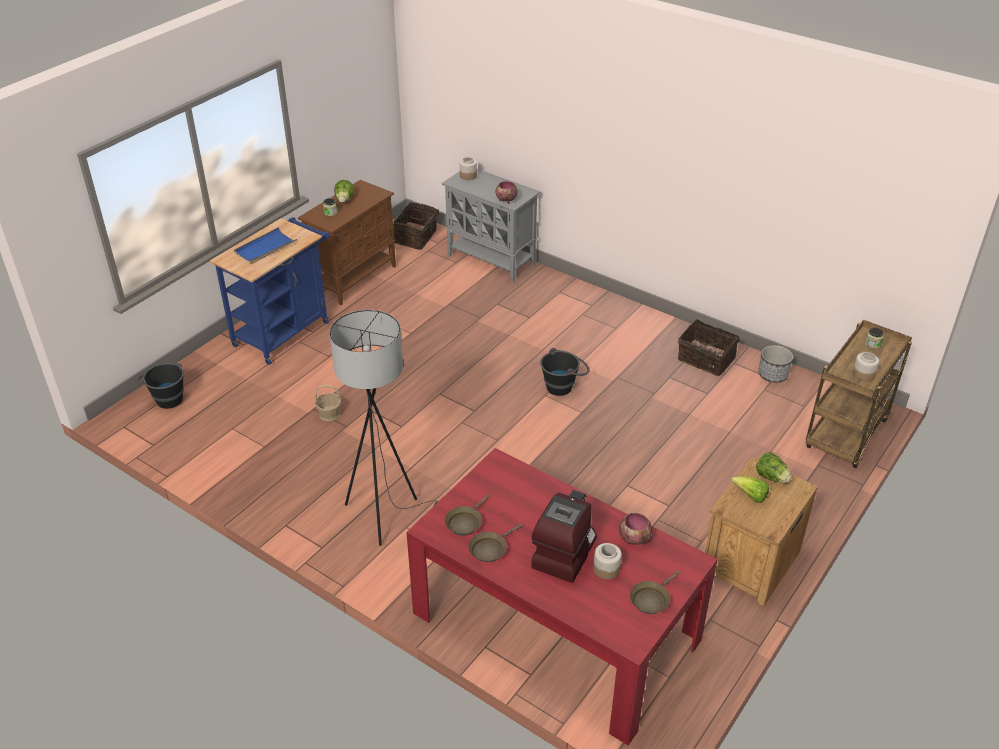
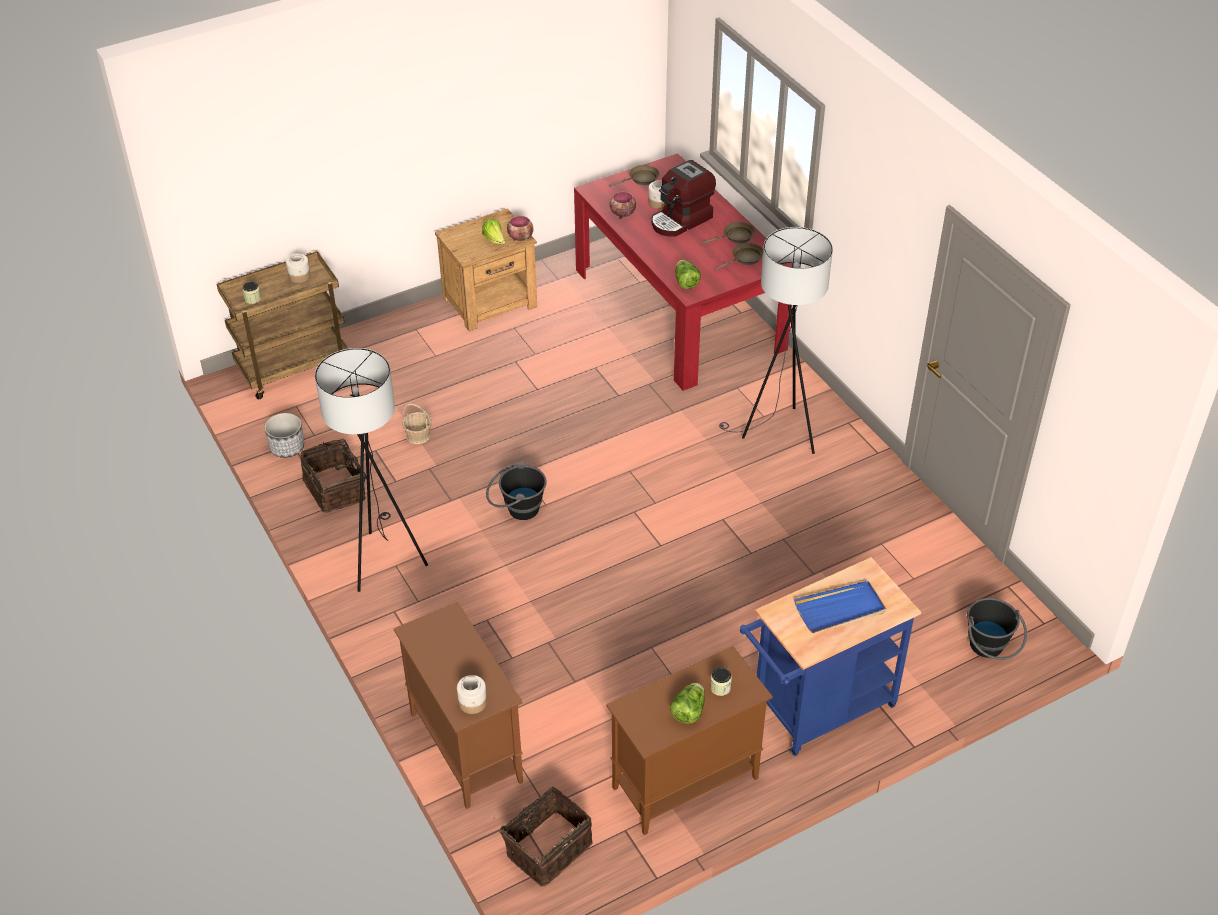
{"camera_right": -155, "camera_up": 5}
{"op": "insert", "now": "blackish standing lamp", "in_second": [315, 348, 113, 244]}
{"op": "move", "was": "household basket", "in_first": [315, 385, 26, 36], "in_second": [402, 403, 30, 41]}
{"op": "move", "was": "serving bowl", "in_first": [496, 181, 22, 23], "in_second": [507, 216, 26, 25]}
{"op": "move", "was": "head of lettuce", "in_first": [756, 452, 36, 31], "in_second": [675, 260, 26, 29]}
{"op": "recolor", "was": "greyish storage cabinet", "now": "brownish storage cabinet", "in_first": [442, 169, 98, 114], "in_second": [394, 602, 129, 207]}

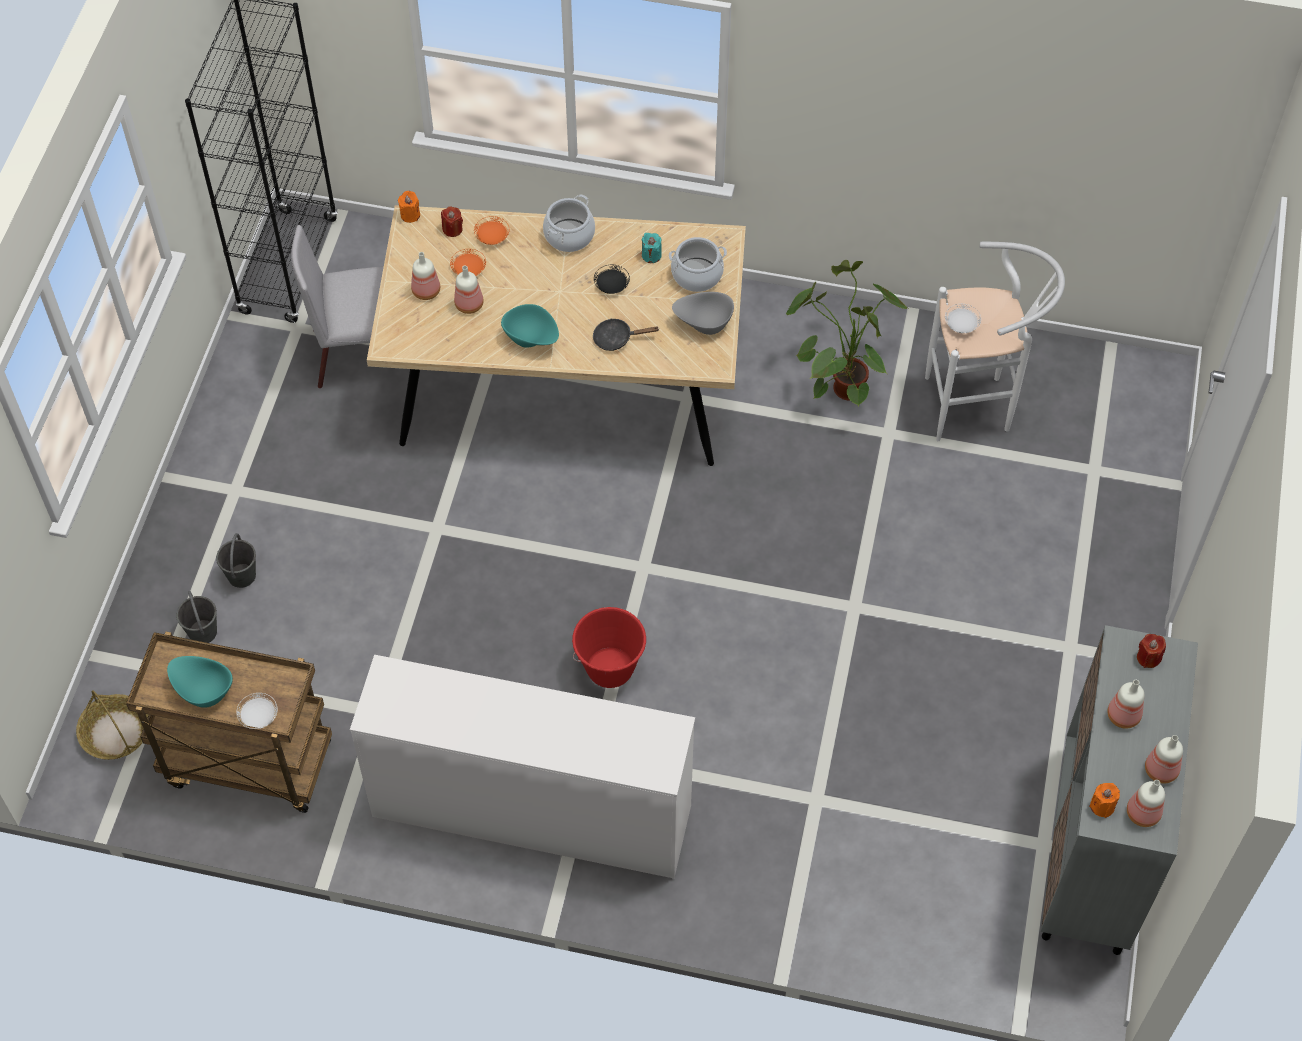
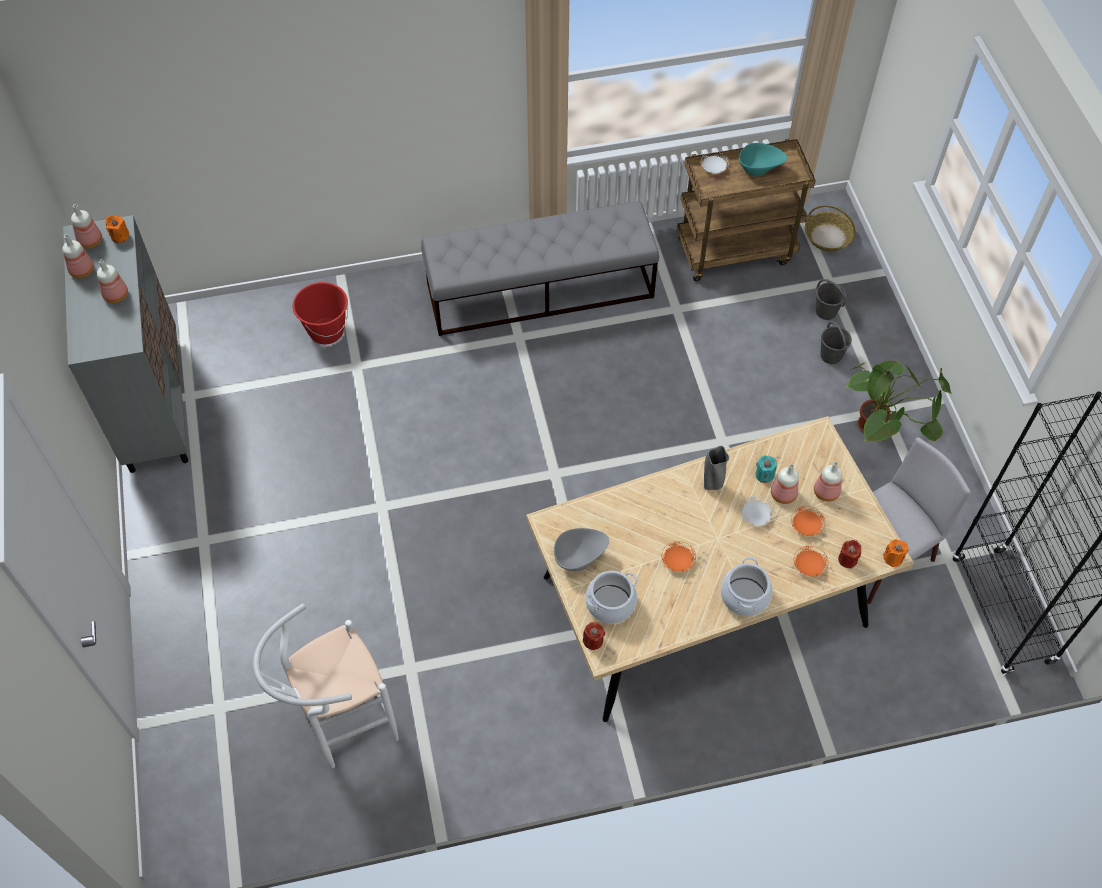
{"camera_right": 155, "camera_up": 0}
{"op": "delete", "was": "blackish pan", "in_first": [593, 318, 67, 33]}
{"op": "move", "was": "reddish water bucket", "in_first": [572, 607, 74, 81], "in_second": [293, 282, 55, 62]}
{"op": "move", "was": "blue-green candle", "in_first": [642, 233, 20, 30], "in_second": [755, 455, 22, 28]}
{"op": "move", "was": "plant in a pot", "in_first": [786, 260, 124, 146], "in_second": [845, 360, 107, 82]}
{"op": "move", "was": "whitish plate", "in_first": [945, 304, 36, 29], "in_second": [740, 496, 34, 30]}
{"op": "move", "was": "reddish candle", "in_first": [1137, 634, 29, 34], "in_second": [583, 622, 22, 28]}
{"op": "replace", "was": "whitish dresser", "now": "greyish indoor bench", "in_first": [350, 655, 345, 224], "in_second": [421, 201, 238, 135]}
{"op": "replace", "was": "blue-green serving bowl", "now": "greyish decorative vase", "in_first": [501, 304, 58, 44], "in_second": [704, 446, 25, 44]}
{"op": "recolor", "was": "blackish plate", "now": "orange-coloured plate", "in_first": [594, 265, 36, 29], "in_second": [662, 541, 34, 31]}

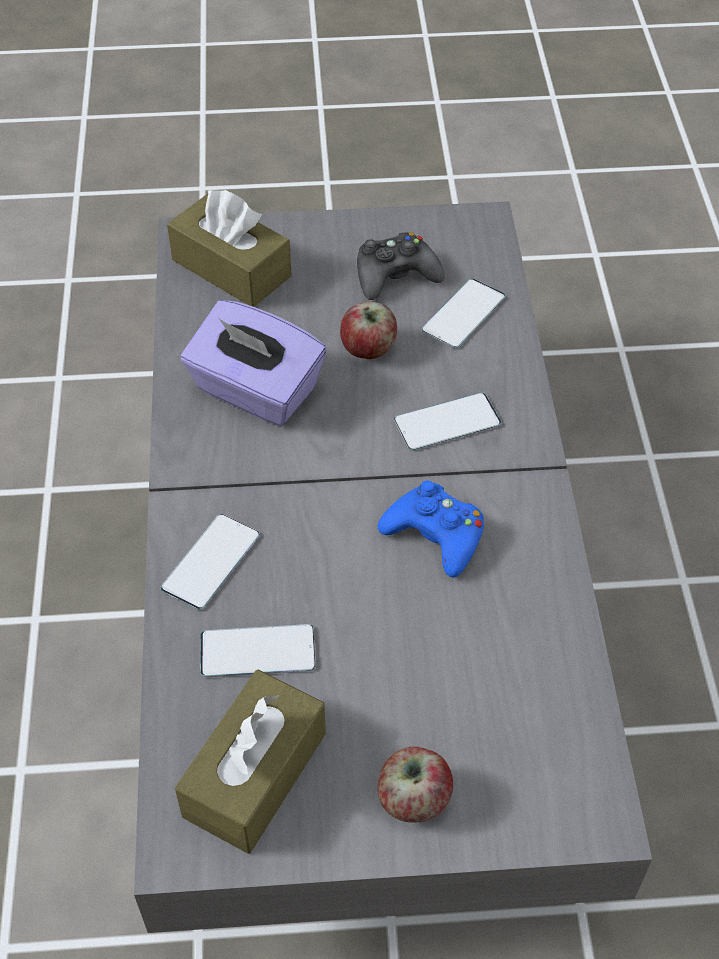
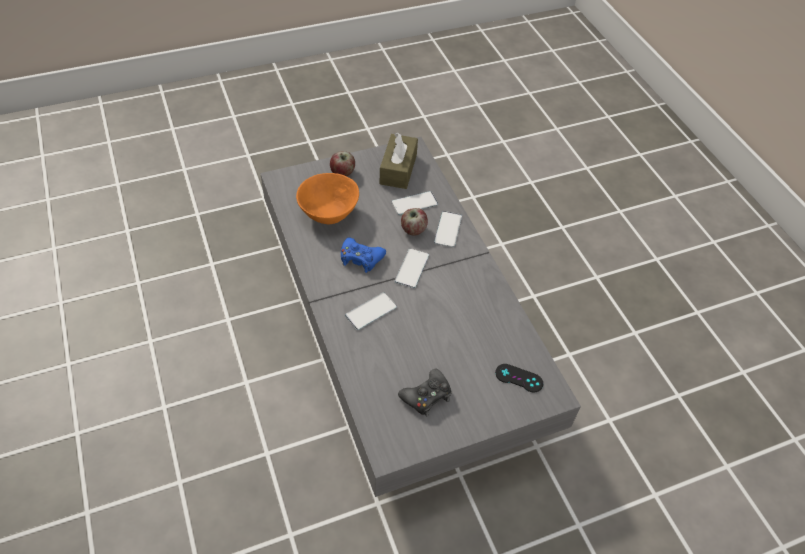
{"camera_right": 160, "camera_up": 0}
{"op": "delete", "was": "purplish tissue holder", "in_first": [181, 300, 145, 126]}
{"op": "insert", "now": "orange-coloured serving bowl", "in_second": [296, 173, 63, 51]}
{"op": "move", "was": "apple fruit", "in_first": [340, 302, 57, 57], "in_second": [401, 208, 27, 28]}
{"op": "move", "was": "handset", "in_first": [421, 278, 84, 70], "in_second": [395, 248, 34, 40]}
{"op": "replace", "was": "brownish tissue holder", "now": "blackish game controller", "in_first": [167, 190, 125, 117], "in_second": [495, 364, 48, 28]}

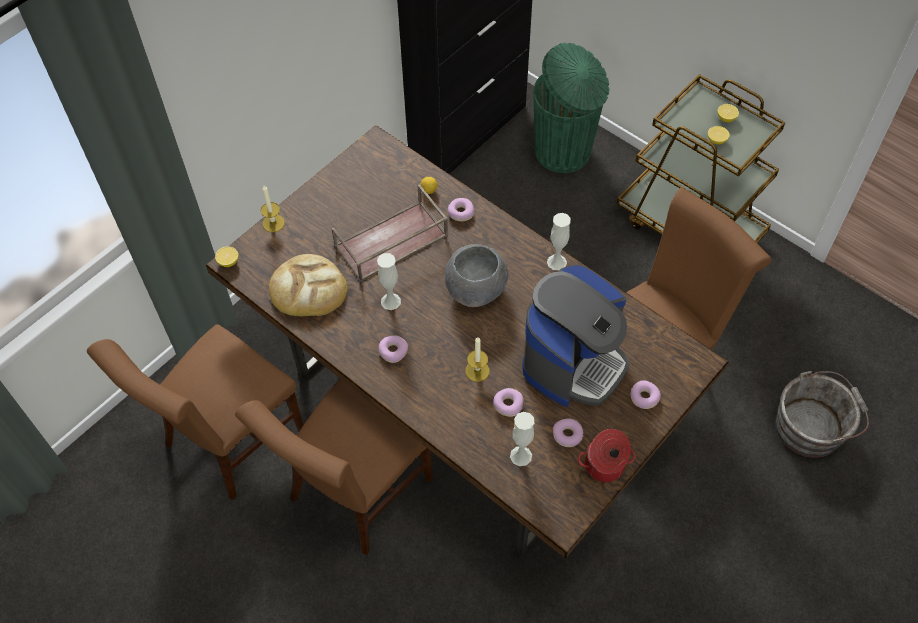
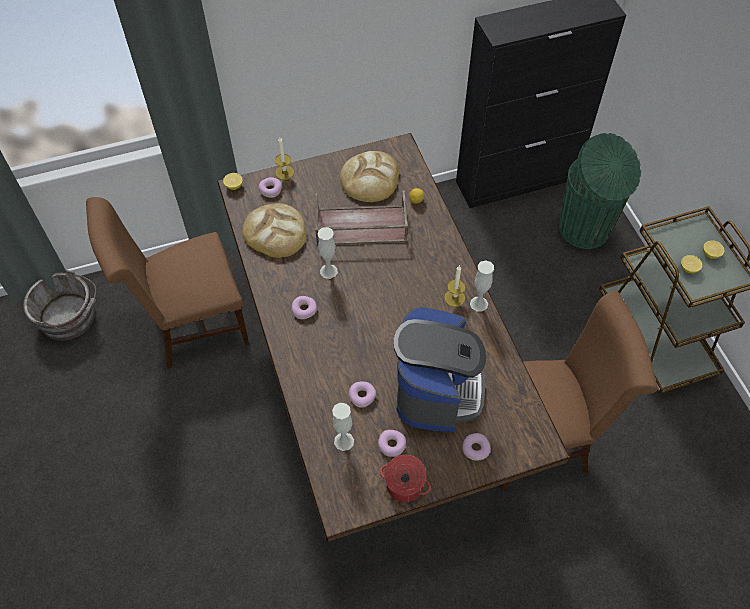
{"camera_right": 30, "camera_up": 0}
{"op": "delete", "was": "brownish chair", "in_first": [235, 379, 198, 176]}
{"op": "delete", "was": "greyish serving bowl", "in_first": [445, 244, 64, 63]}
{"op": "insert", "now": "baked bread", "in_second": [340, 151, 59, 51]}
{"op": "move", "was": "doughnut", "in_first": [448, 198, 27, 23], "in_second": [258, 177, 24, 21]}
{"op": "move", "was": "candle", "in_first": [465, 337, 25, 45], "in_second": [444, 265, 22, 42]}
{"op": "move", "was": "greyish water bucket", "in_first": [775, 371, 94, 87], "in_second": [23, 269, 73, 72]}
{"op": "rotate", "was": "coffee brewer", "in_first": [522, 265, 108, 142], "in_second": [394, 307, 92, 125], "clockwise": -60}

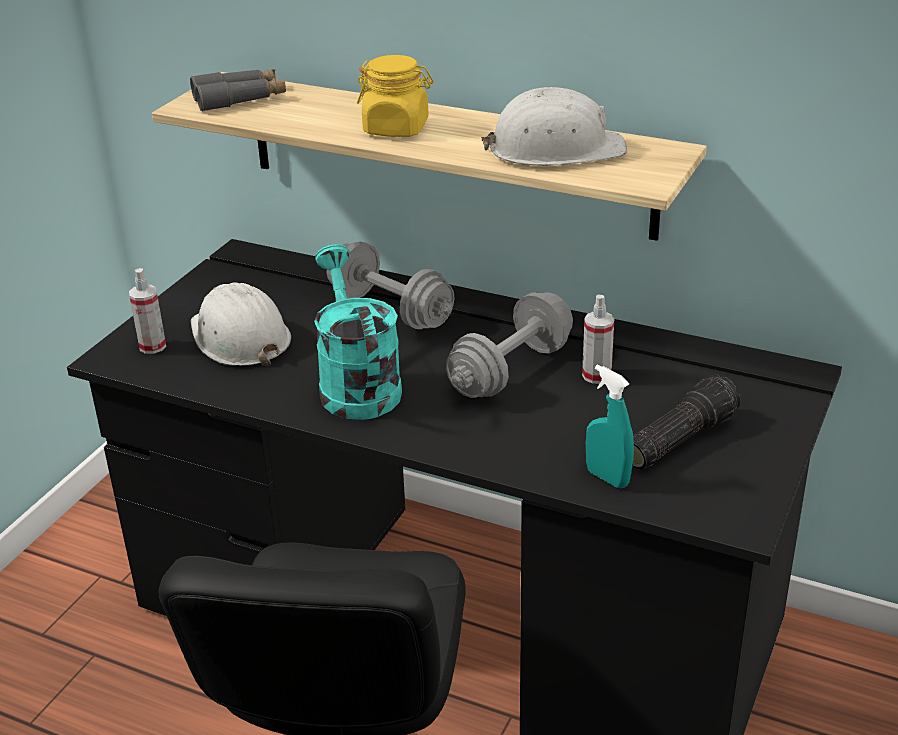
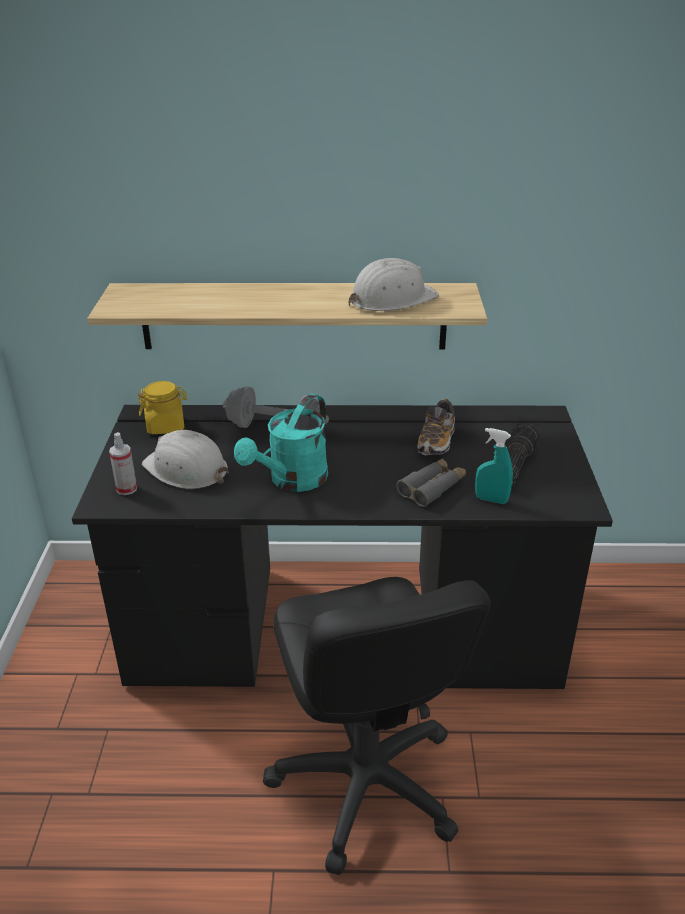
{"camera_right": -25, "camera_up": 0}
{"op": "delete", "was": "greyish dumbbell", "in_first": [446, 292, 127, 106]}
{"op": "move", "was": "greyish pair of binoculars", "in_first": [190, 69, 96, 43], "in_second": [396, 458, 70, 49]}
{"op": "move", "was": "yellowish jar", "in_first": [357, 55, 77, 82], "in_second": [138, 381, 49, 53]}
{"op": "replace", "was": "hand sprayer", "now": "low shoe", "in_first": [582, 294, 32, 90], "in_second": [417, 399, 38, 56]}
{"op": "rotate", "was": "blue-green sprinkling can", "in_first": [314, 244, 88, 176], "in_second": [234, 394, 94, 98], "clockwise": -105}

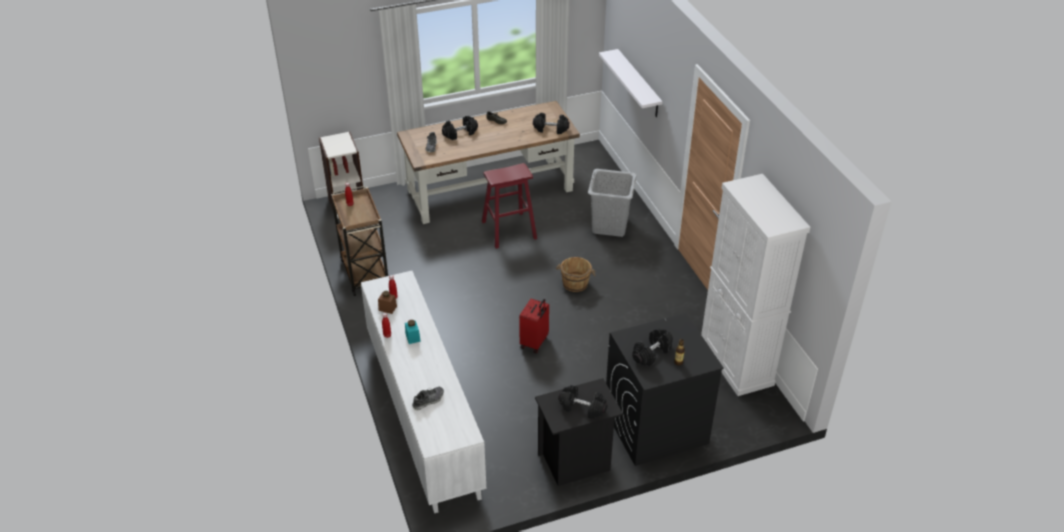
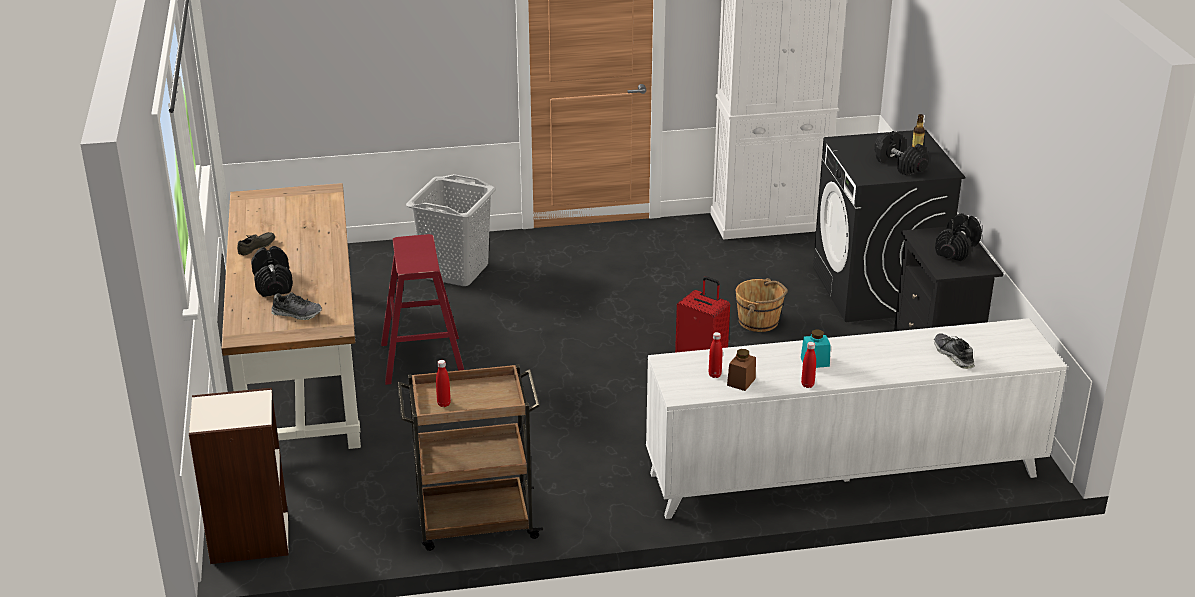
{"camera_right": -80, "camera_up": -10}
{"op": "delete", "was": "blackish dumbbell", "in_first": [533, 113, 36, 21]}
{"op": "delete", "was": "whitish bracket shelf", "in_first": [599, 49, 64, 68]}
{"op": "move", "was": "brownish water bucket", "in_first": [556, 257, 40, 35], "in_second": [736, 278, 52, 54]}

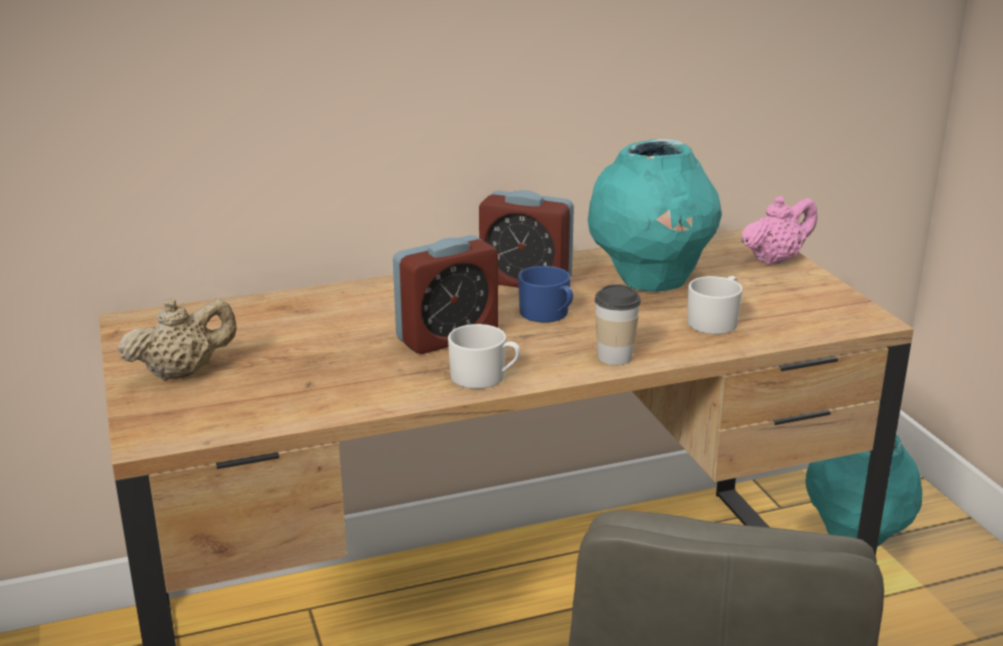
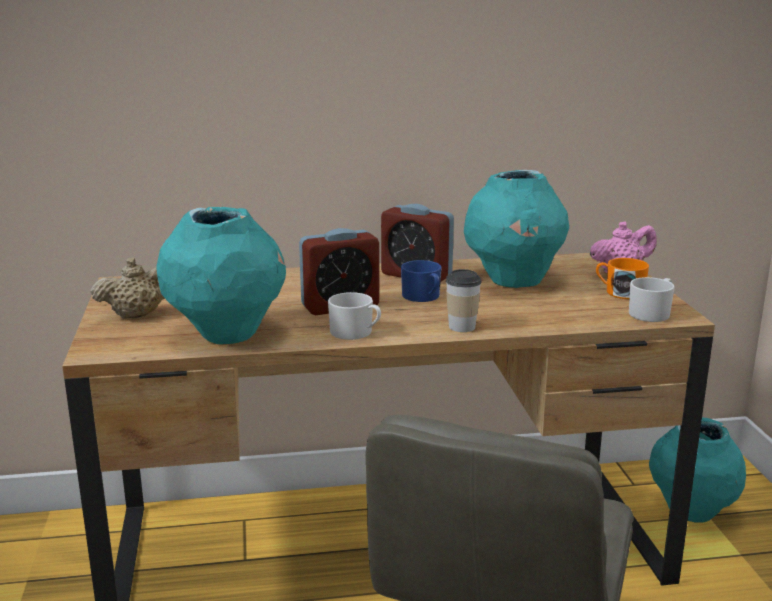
{"camera_right": 10, "camera_up": -5}
{"op": "insert", "now": "blue-green decorative vase", "in_second": [156, 207, 130, 138]}
{"op": "insert", "now": "orange-coloured coffee mug", "in_second": [596, 258, 53, 41]}
{"op": "move", "was": "whitish coffee mug", "in_first": [687, 276, 56, 58], "in_second": [629, 277, 46, 45]}

